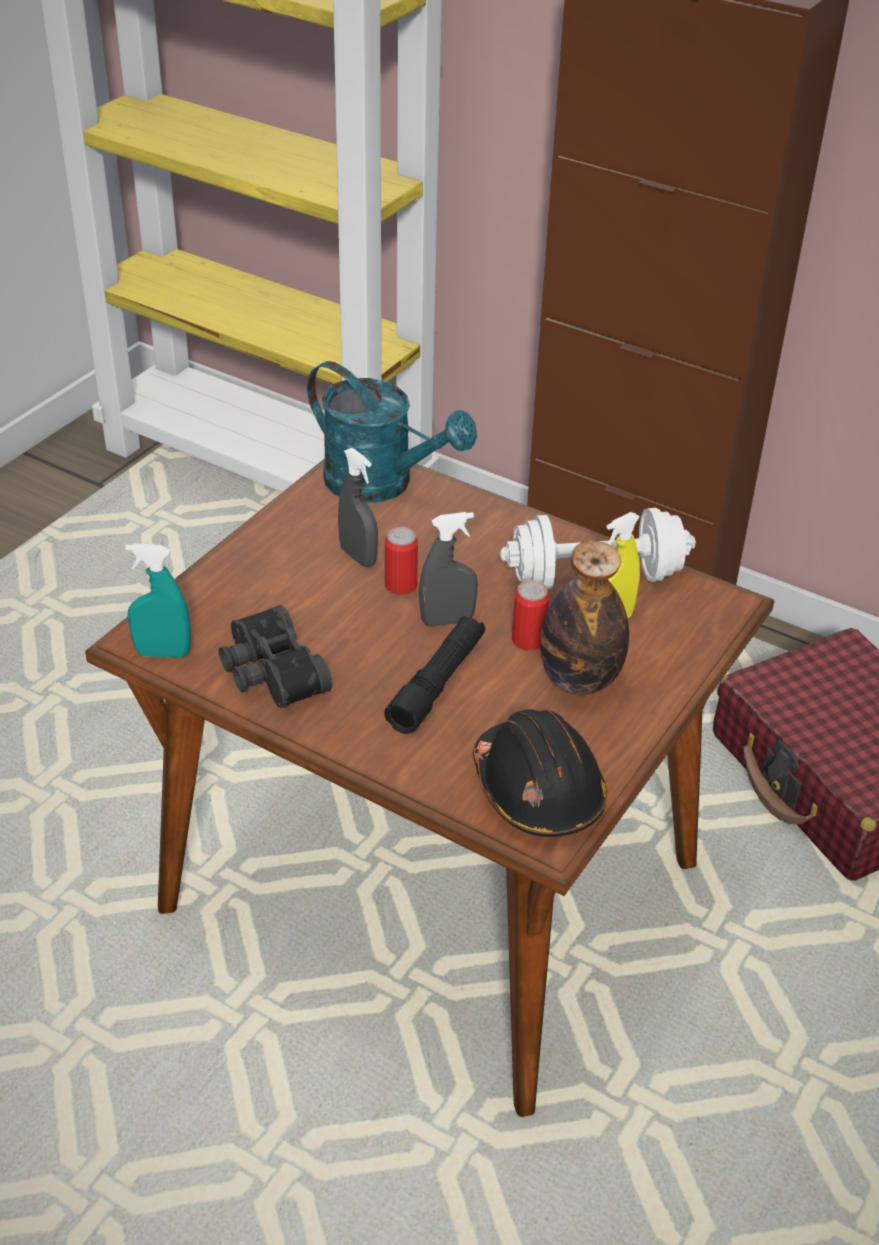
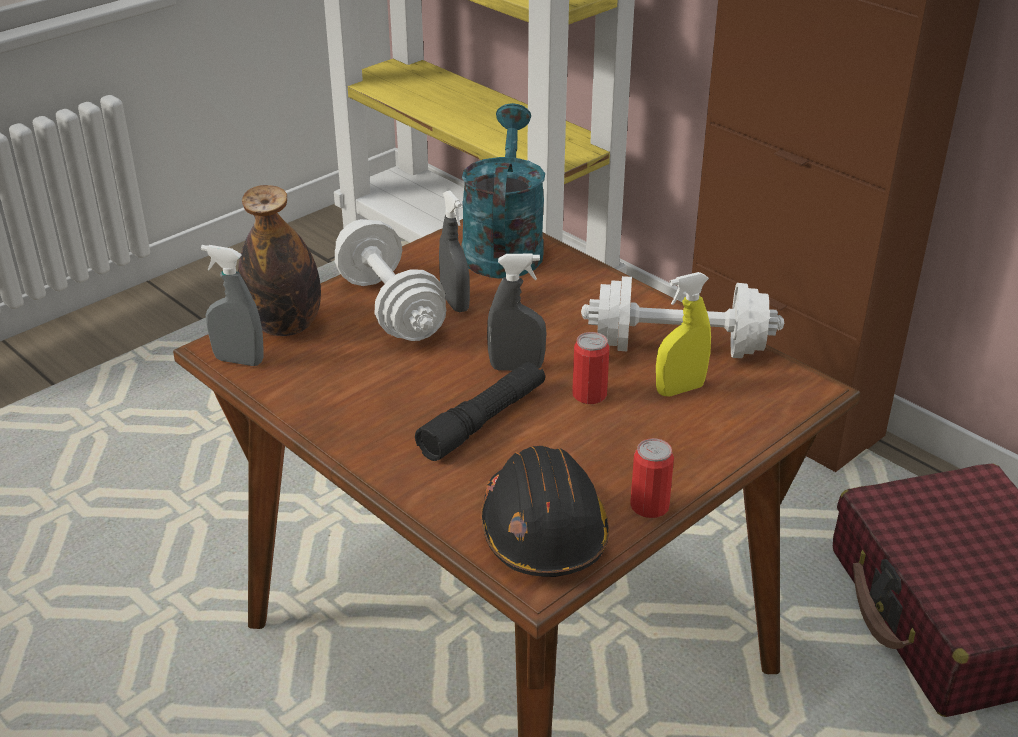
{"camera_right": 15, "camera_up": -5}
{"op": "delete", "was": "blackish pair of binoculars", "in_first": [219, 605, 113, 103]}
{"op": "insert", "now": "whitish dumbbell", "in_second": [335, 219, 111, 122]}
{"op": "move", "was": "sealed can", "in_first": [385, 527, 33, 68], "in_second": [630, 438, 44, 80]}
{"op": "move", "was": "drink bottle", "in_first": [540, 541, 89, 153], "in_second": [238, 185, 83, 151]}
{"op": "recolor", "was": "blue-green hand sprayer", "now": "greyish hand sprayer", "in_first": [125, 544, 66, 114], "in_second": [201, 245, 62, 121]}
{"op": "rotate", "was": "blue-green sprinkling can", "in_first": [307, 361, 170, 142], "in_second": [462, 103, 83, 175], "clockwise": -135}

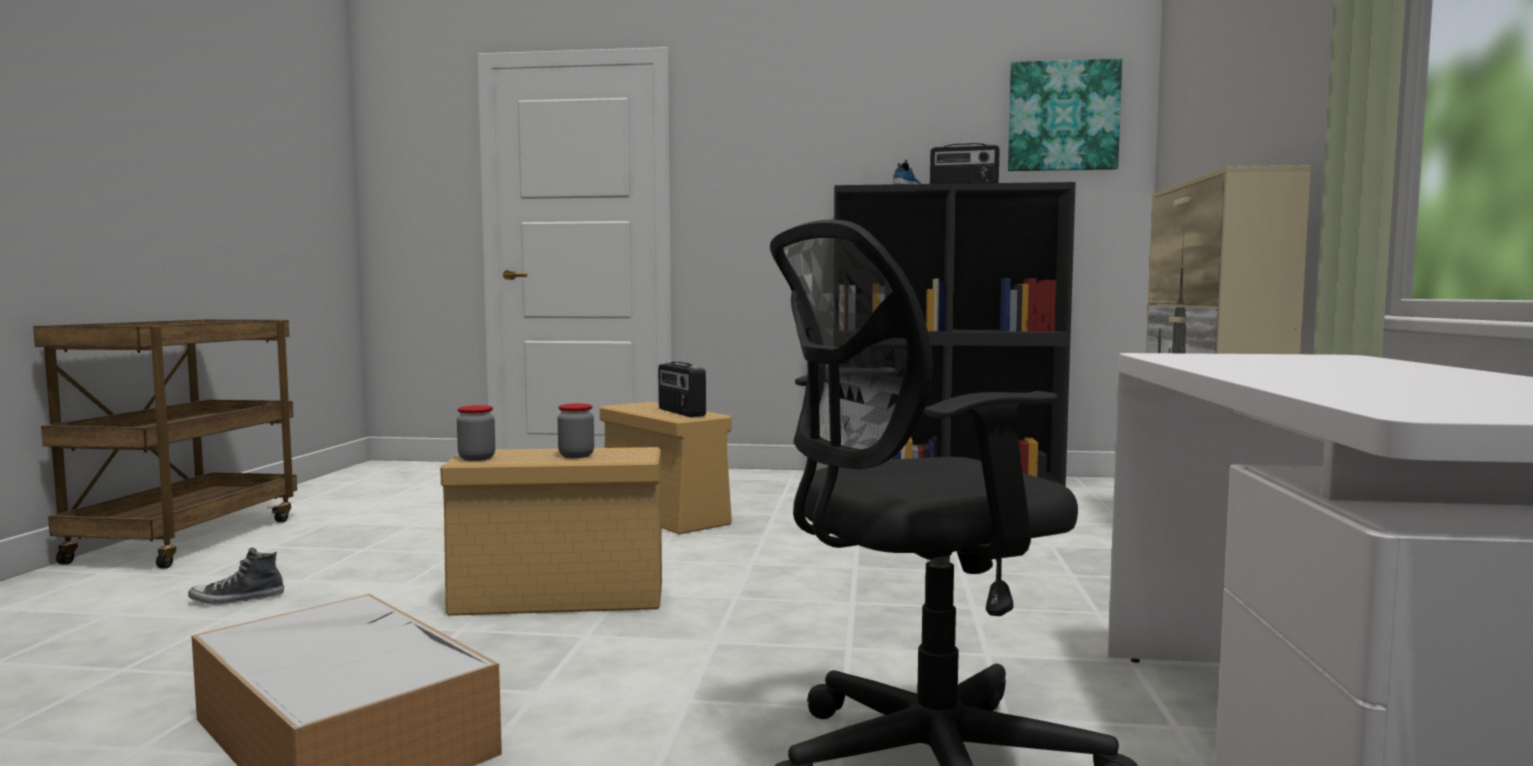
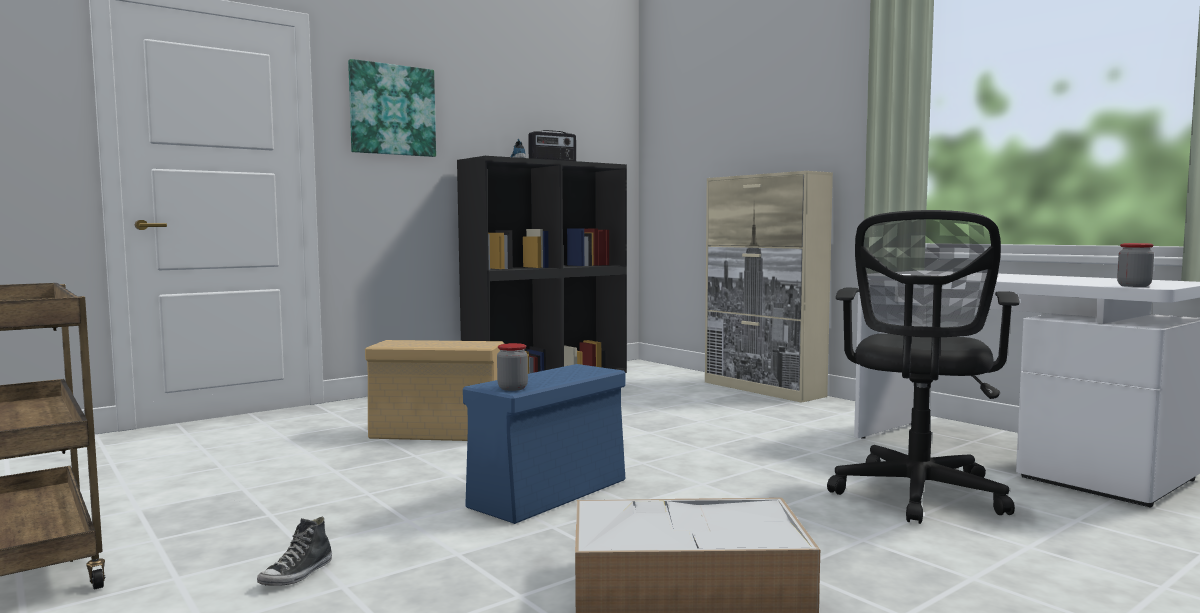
{"camera_right": -45, "camera_up": 0}
{"op": "delete", "was": "radio", "in_first": [658, 362, 48, 55]}
{"op": "move", "was": "jar", "in_first": [558, 403, 36, 55], "in_second": [1117, 243, 37, 44]}
{"op": "move", "was": "wall art", "in_first": [1008, 59, 114, 112], "in_second": [348, 59, 88, 98]}
{"op": "recolor", "was": "beige-coloured storage box", "now": "blue-coloured storage box", "in_first": [440, 447, 222, 169], "in_second": [463, 364, 163, 160]}

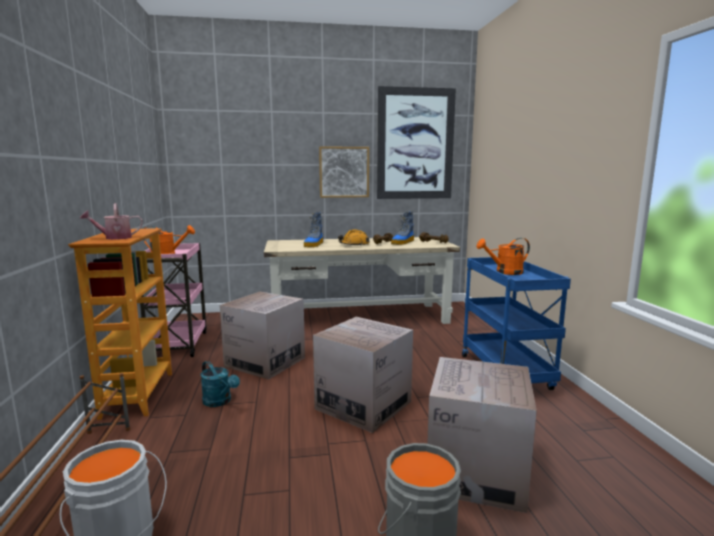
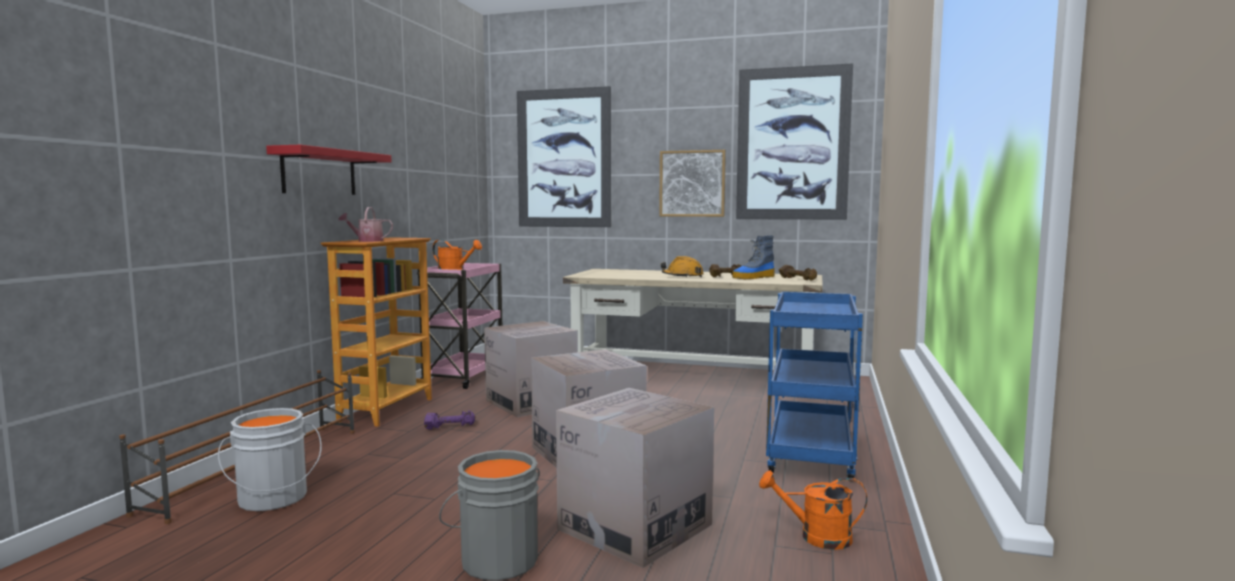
{"camera_right": 25, "camera_up": -5}
{"op": "delete", "was": "tall boot", "in_first": [304, 212, 19, 36]}
{"op": "insert", "now": "reddish bracket shelf", "in_second": [266, 145, 126, 50]}
{"op": "insert", "now": "wall art", "in_second": [517, 86, 94, 141]}
{"op": "move", "was": "orange-coloured sprinkling can", "in_first": [477, 238, 53, 37], "in_second": [759, 470, 108, 80]}
{"op": "replace", "was": "blue-green sprinkling can", "now": "purplish dumbbell", "in_first": [201, 361, 39, 46], "in_second": [424, 410, 51, 20]}

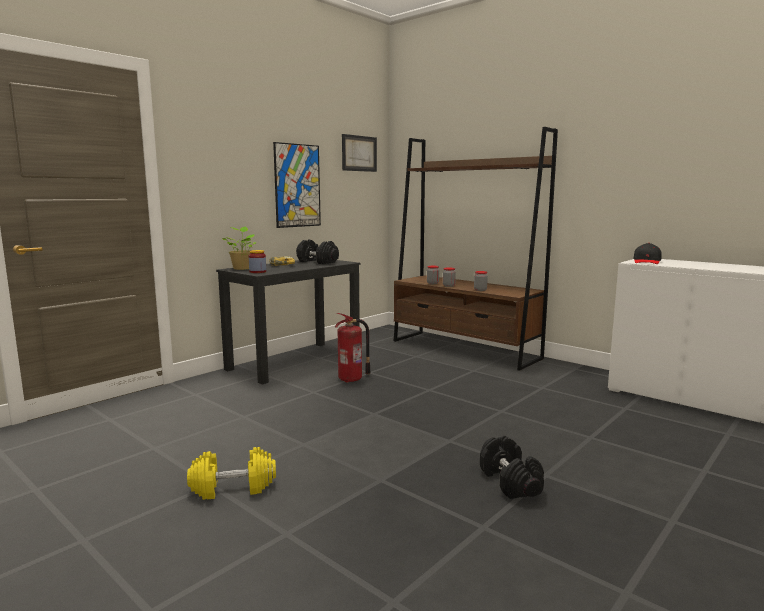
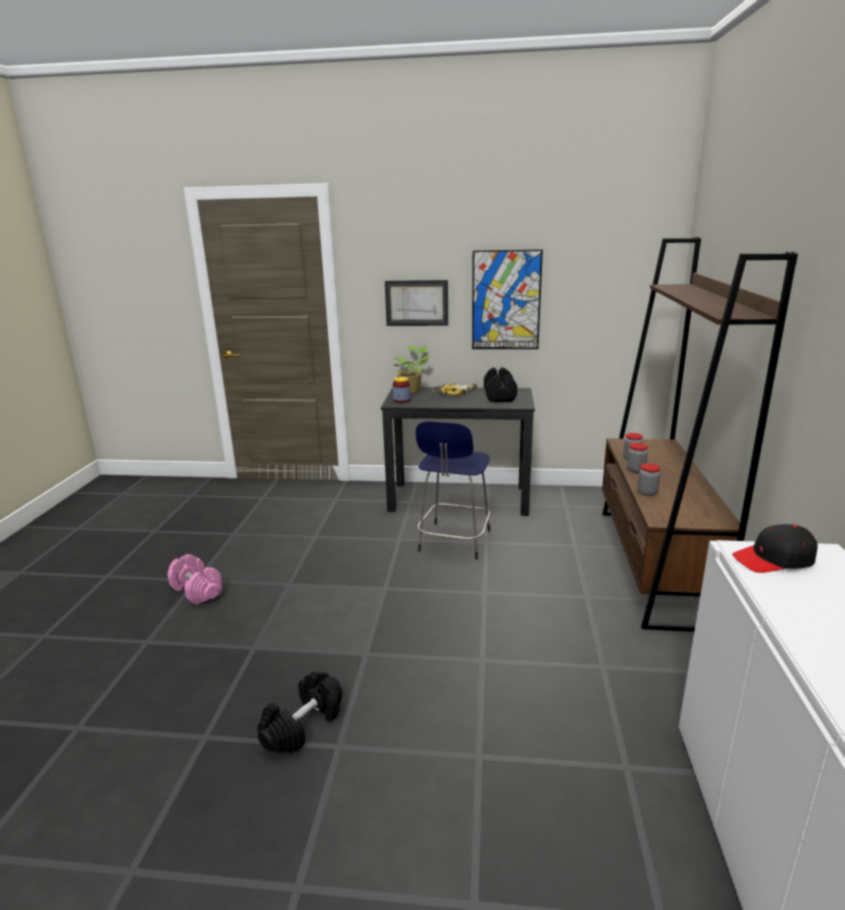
{"camera_right": 55, "camera_up": 10}
{"op": "move", "was": "wall art", "in_first": [342, 134, 35, 38], "in_second": [385, 280, 63, 46]}
{"op": "replace", "was": "fire-fighting cylinder", "now": "blue-coloured sitting stool", "in_first": [335, 313, 36, 70], "in_second": [415, 421, 75, 139]}
{"op": "recolor", "was": "yellowish dumbbell", "now": "pink-coloured dumbbell", "in_first": [187, 447, 89, 53], "in_second": [167, 554, 55, 51]}

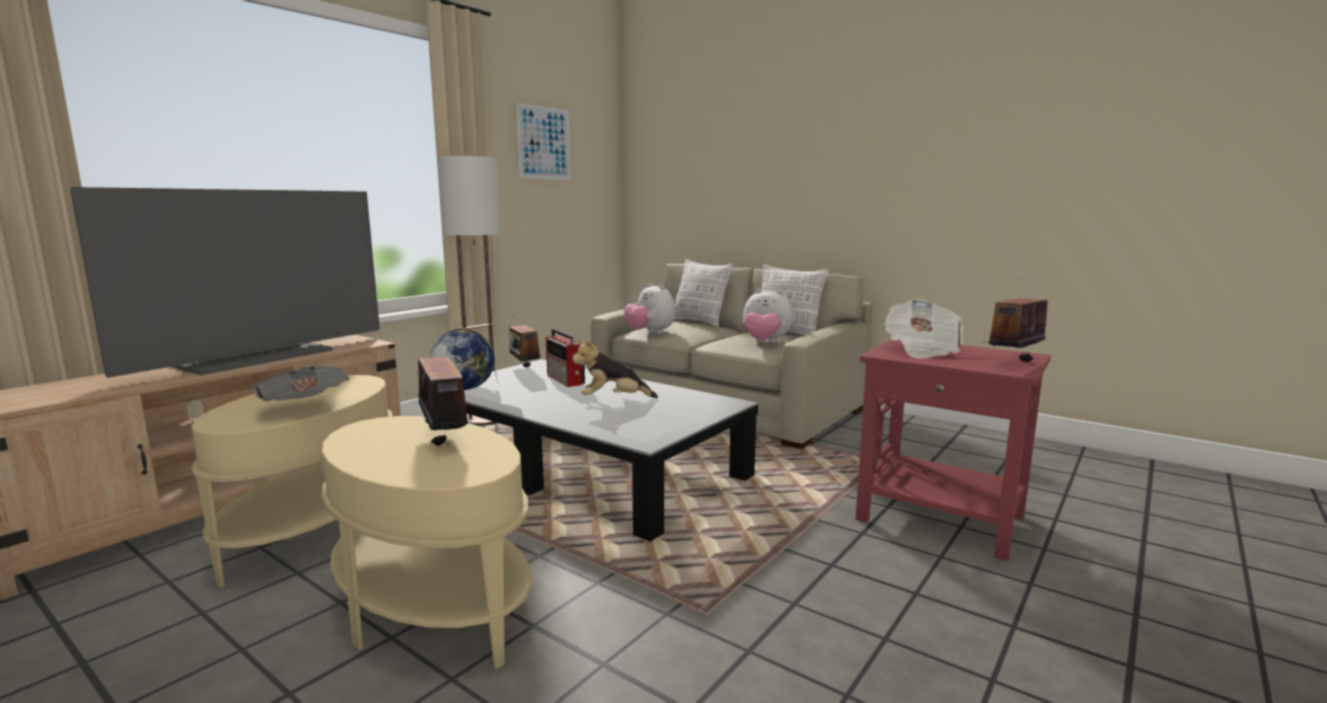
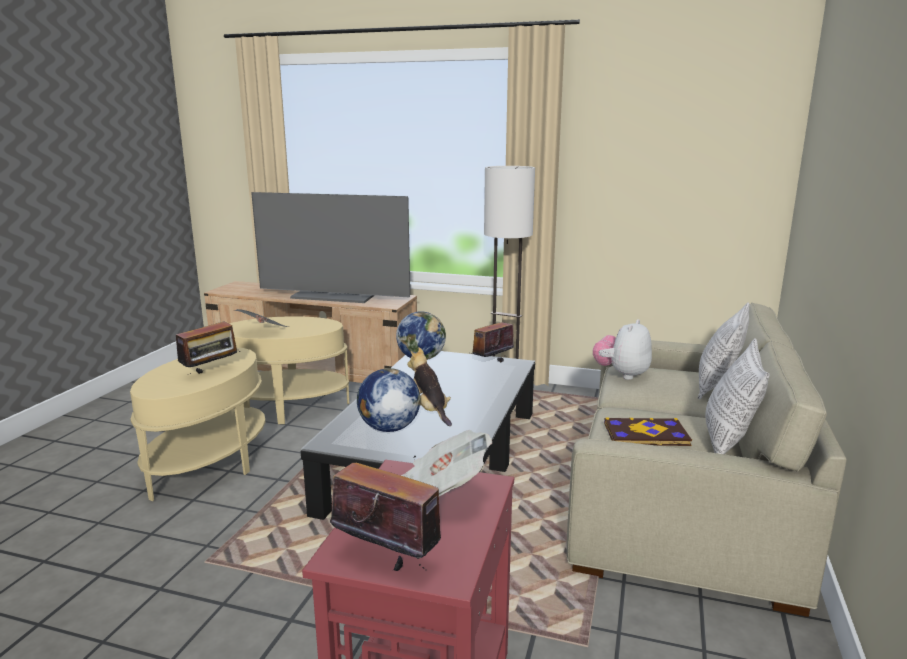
{"camera_right": 70, "camera_up": 5}
{"op": "delete", "was": "wall art", "in_first": [516, 103, 55, 77]}
{"op": "delete", "was": "radio", "in_first": [546, 329, 39, 58]}
{"op": "insert", "now": "world globe", "in_second": [357, 368, 63, 64]}
{"op": "replace", "was": "plush toy", "now": "book", "in_first": [743, 289, 50, 54], "in_second": [604, 418, 88, 28]}

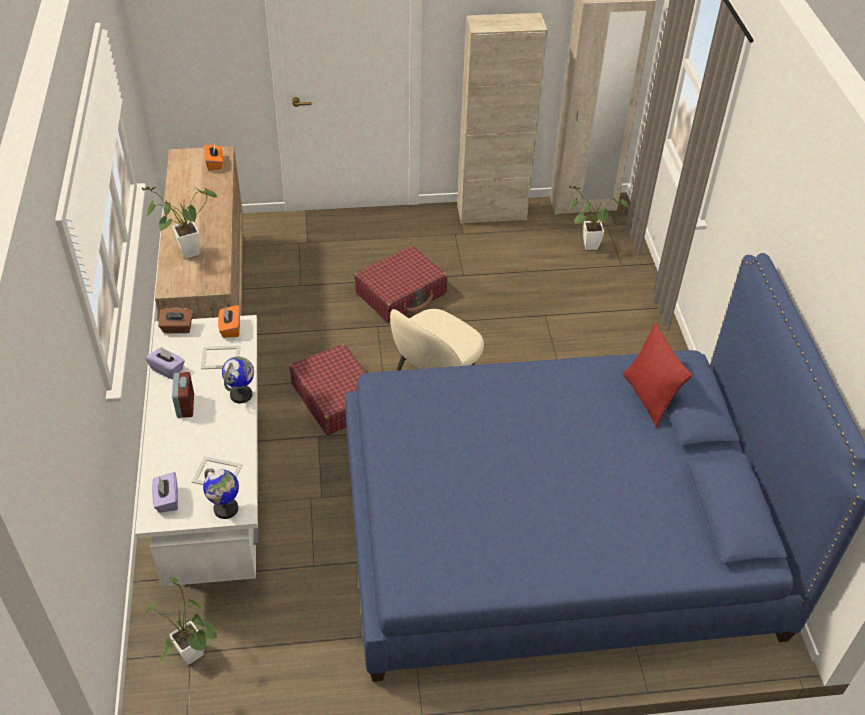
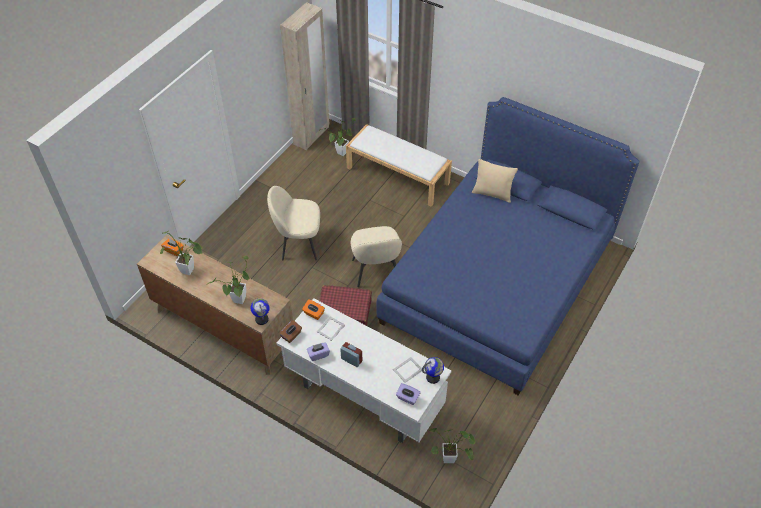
{"camera_right": -50, "camera_up": 5}
{"op": "delete", "was": "beige-coloured storage cabinet", "in_first": [457, 13, 91, 211]}
{"op": "insert", "now": "plant in a pot", "in_second": [160, 231, 42, 44]}
{"op": "insert", "now": "whitish indoor bench", "in_second": [346, 124, 106, 83]}
{"op": "move", "was": "world globe", "in_first": [222, 356, 32, 47], "in_second": [251, 299, 19, 26]}
{"op": "replace", "was": "reddish travel case", "now": "beige-coloured chair", "in_first": [354, 246, 93, 77], "in_second": [267, 186, 53, 74]}
{"op": "recolor", "was": "reddish pillow", "now": "beige-coloured pillow", "in_first": [623, 323, 69, 105], "in_second": [472, 159, 46, 44]}

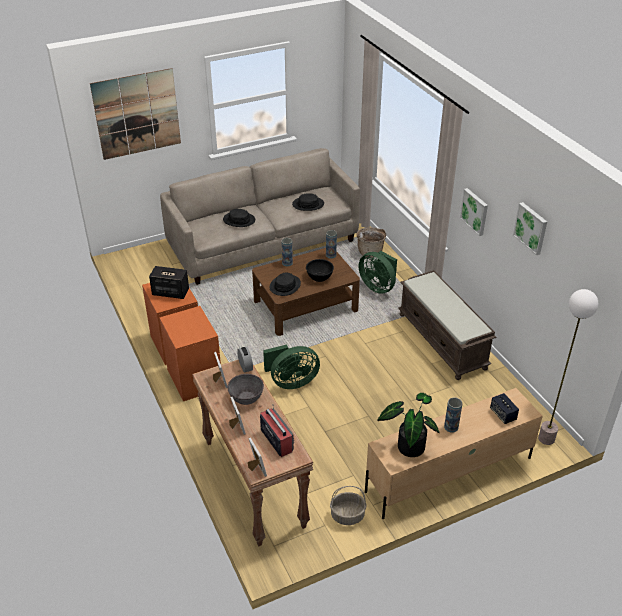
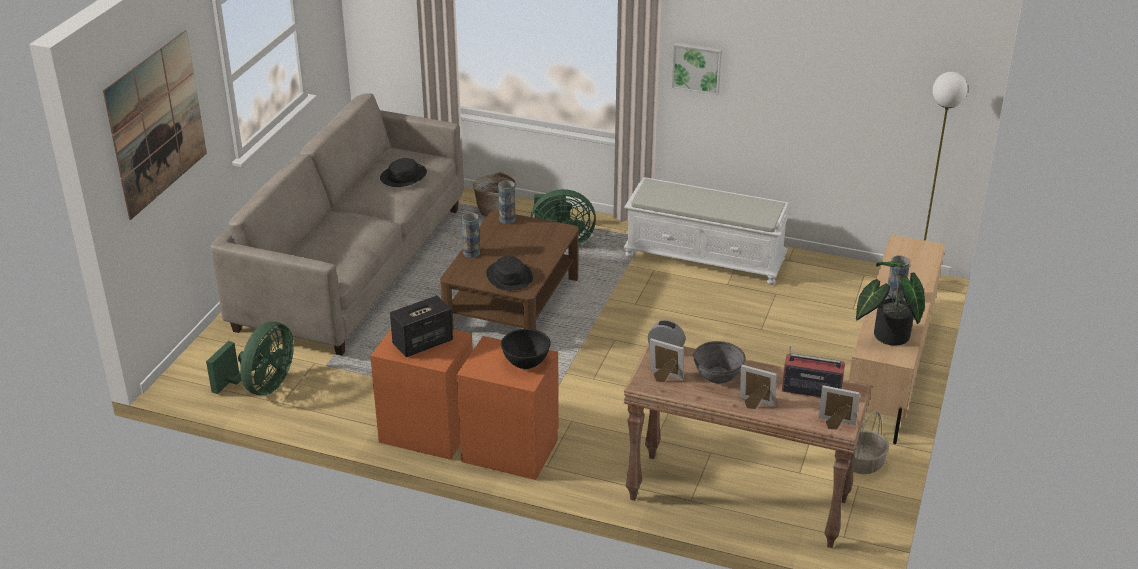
{"camera_right": -45, "camera_up": -5}
{"op": "delete", "was": "blackish clothing hat", "in_first": [223, 209, 32, 18]}
{"op": "delete", "was": "audio speaker", "in_first": [490, 393, 29, 31]}
{"op": "delete", "was": "wall art", "in_first": [513, 202, 34, 53]}
{"op": "move", "was": "greenish cooling fan", "in_first": [263, 345, 57, 44], "in_second": [206, 321, 88, 74]}
{"op": "move", "was": "blackish serving bowl", "in_first": [306, 259, 28, 23], "in_second": [501, 329, 50, 40]}
{"op": "recolor", "was": "brownish indoor bench", "now": "whitish indoor bench", "in_first": [398, 270, 98, 110], "in_second": [623, 177, 169, 108]}

